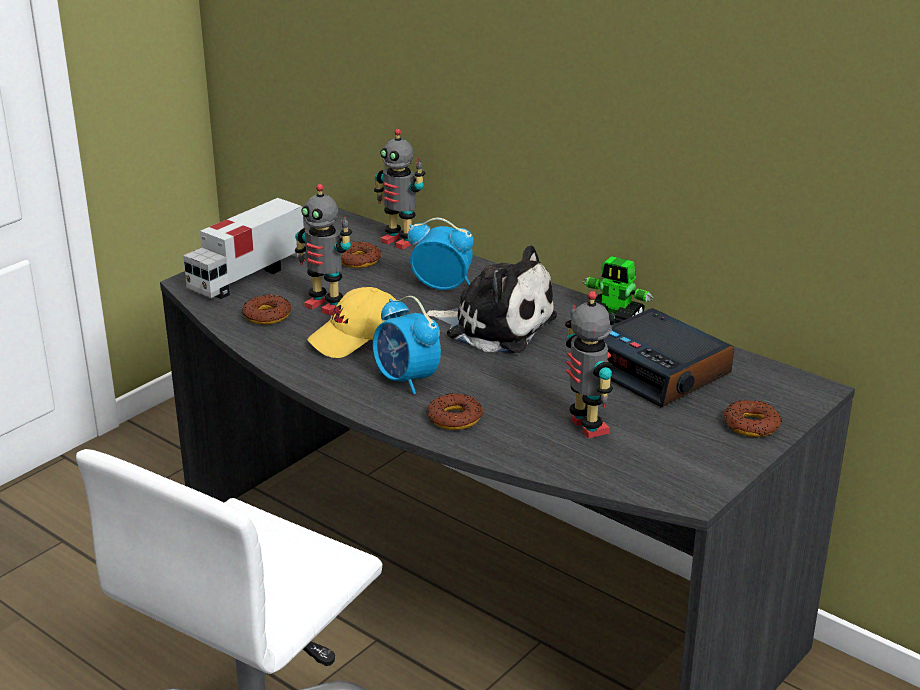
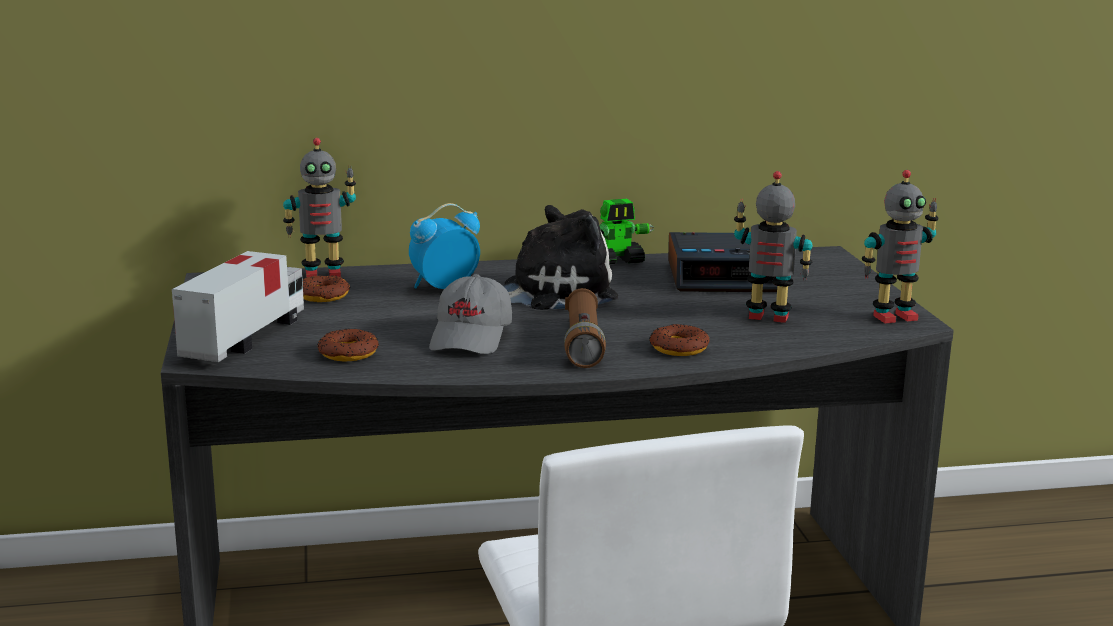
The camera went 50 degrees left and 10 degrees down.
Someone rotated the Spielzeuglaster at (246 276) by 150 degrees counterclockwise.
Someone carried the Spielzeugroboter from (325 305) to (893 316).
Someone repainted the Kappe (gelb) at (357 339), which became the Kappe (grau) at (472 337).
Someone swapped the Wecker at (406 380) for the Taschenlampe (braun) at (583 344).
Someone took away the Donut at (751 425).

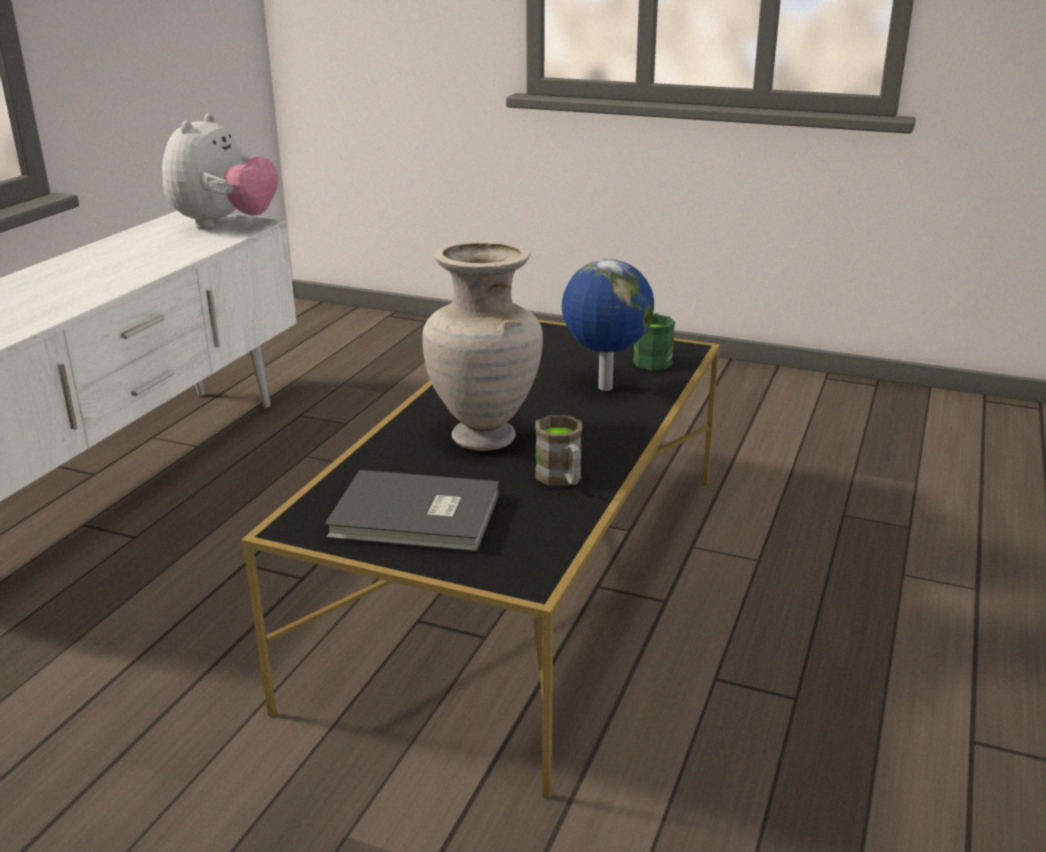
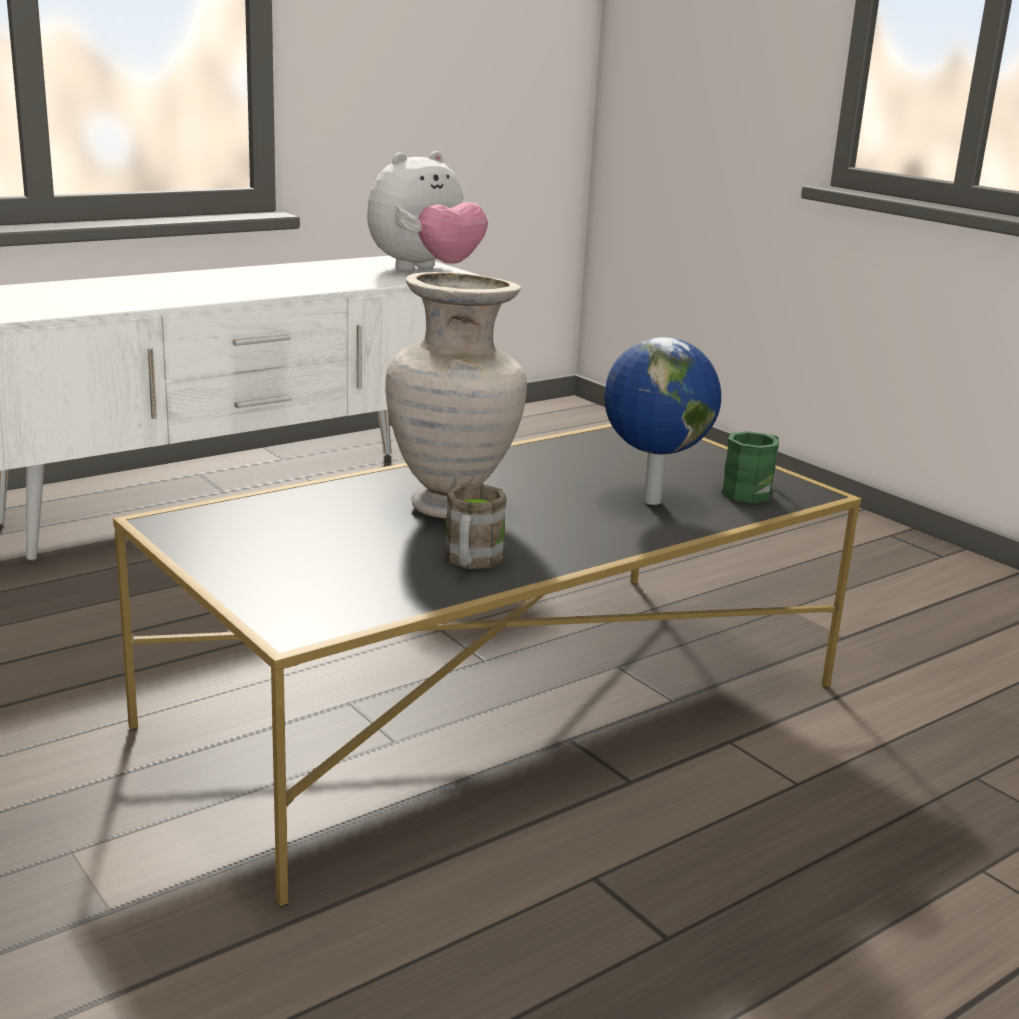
The camera went 30 degrees right and 5 degrees down.
Someone took away the Buch (grau) at (417 518).

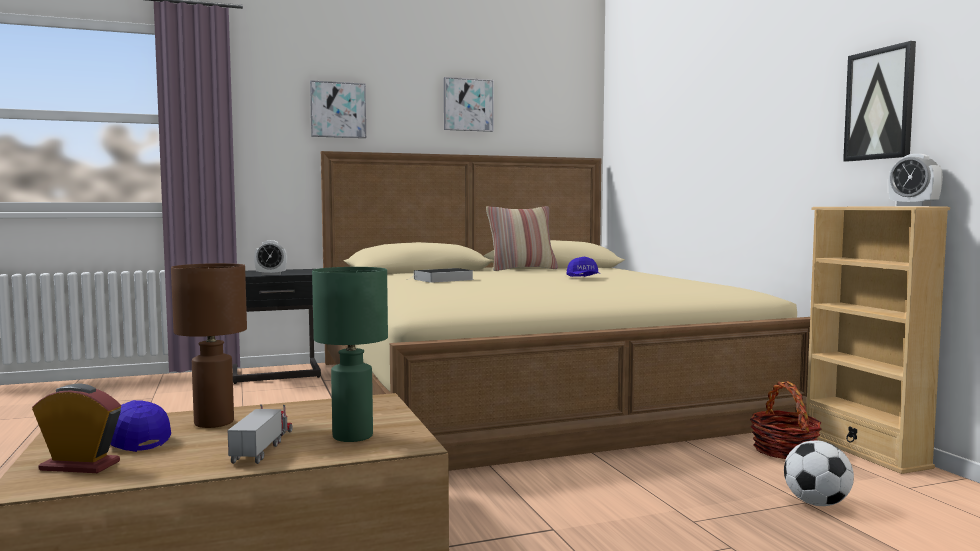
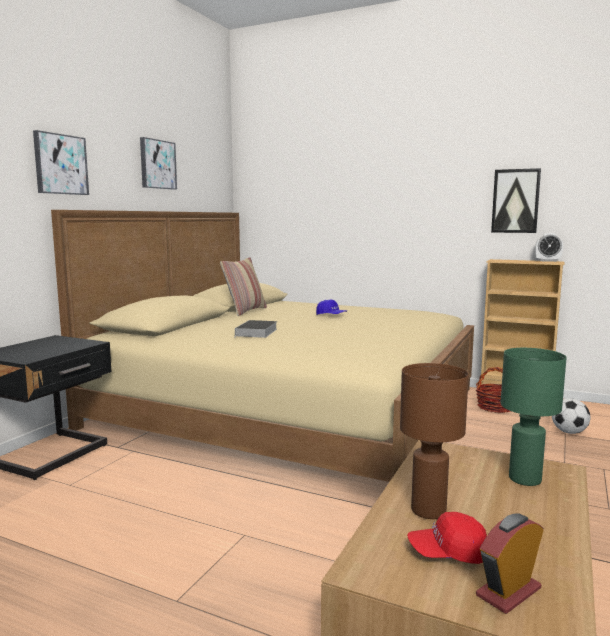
The camera went 45 degrees left and 5 degrees up.
Someone repainted the Kappe (blau) at (134 440), which became the Kappe (rot) at (447 553).
Someone took away the Spielzeuglaster at (264 446).
Someone took away the Wecker at (271 274).

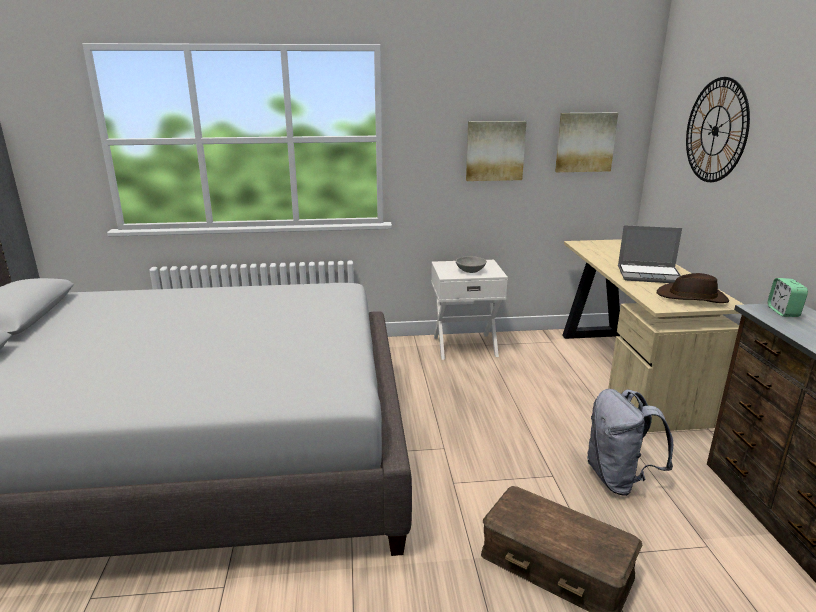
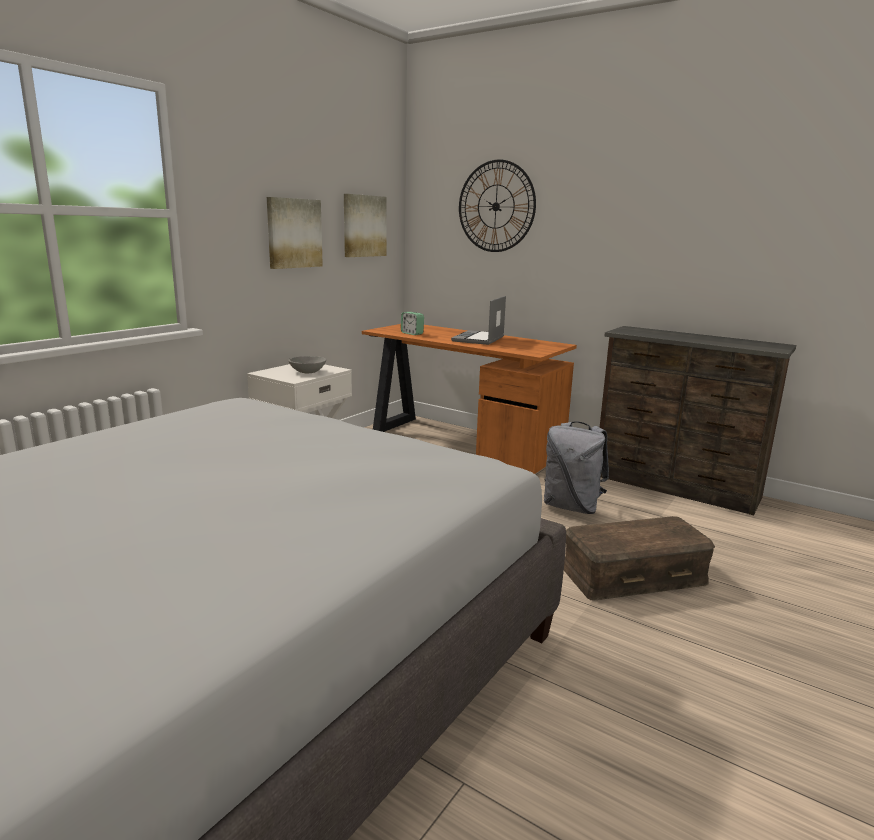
The camera went 50 degrees left and 5 degrees down.
Someone repainted the Schreibtisch (beige) at (627 372), which became the Schreibtisch (orange) at (461 441).
Someone rotated the Laptop at (650 275) by 150 degrees clockwise.
Someone took away the Hut (braun) at (692 297).
Someone carried the Wecker from (783 312) to (412 333).

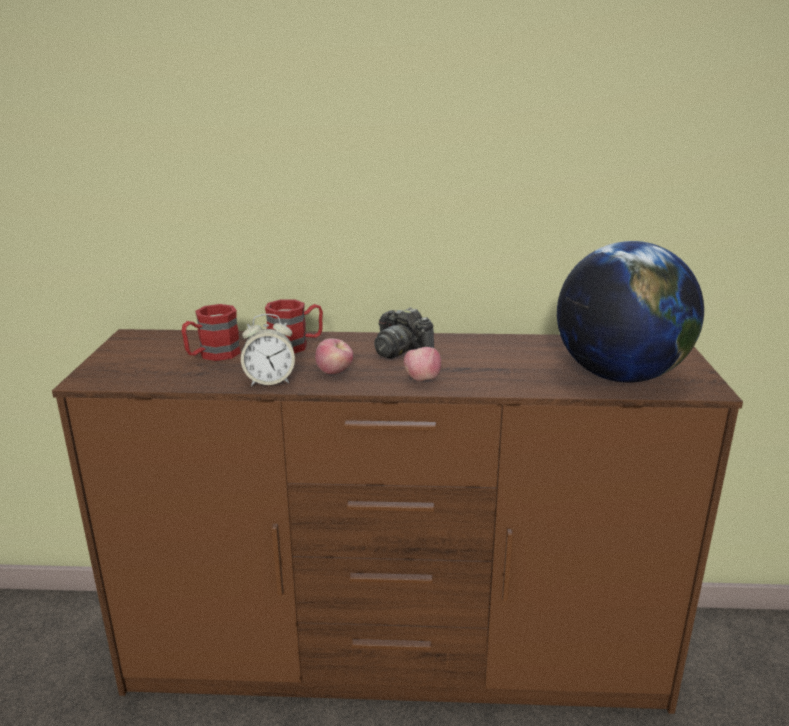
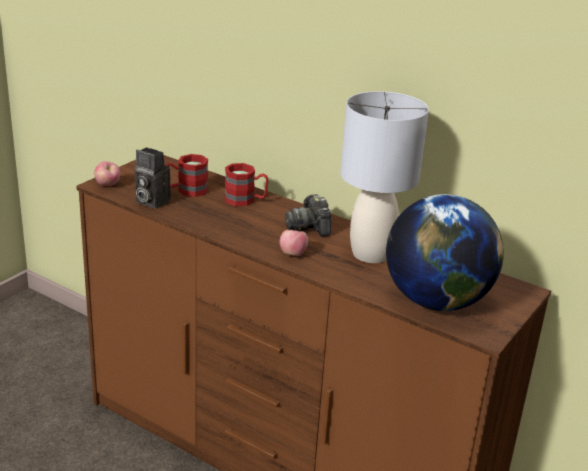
The camera went 30 degrees right and 5 degrees up.
Someone took away the Wecker at (270 381).
Someone carried the Apfel from (335 372) to (108 185).
Someone put down the Kamera at (150 201).
Someone put down the Tischlampe (grau) at (370 253).

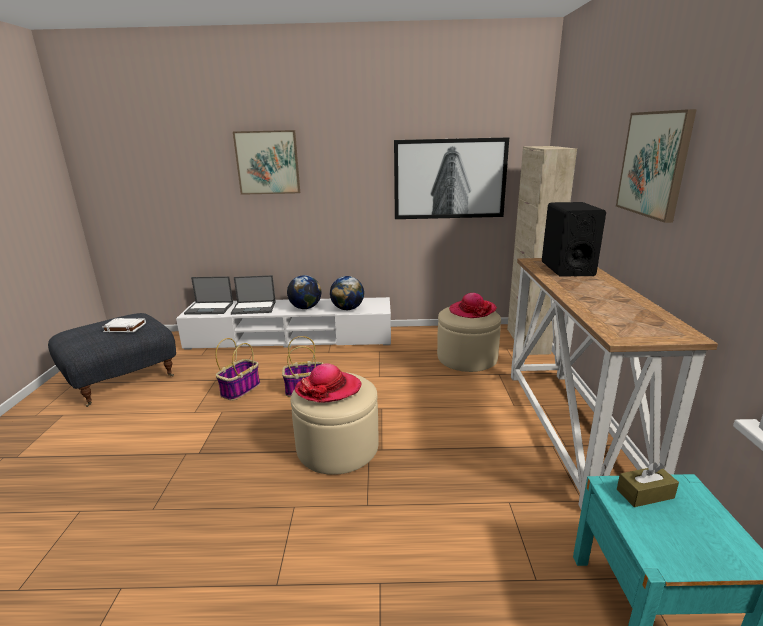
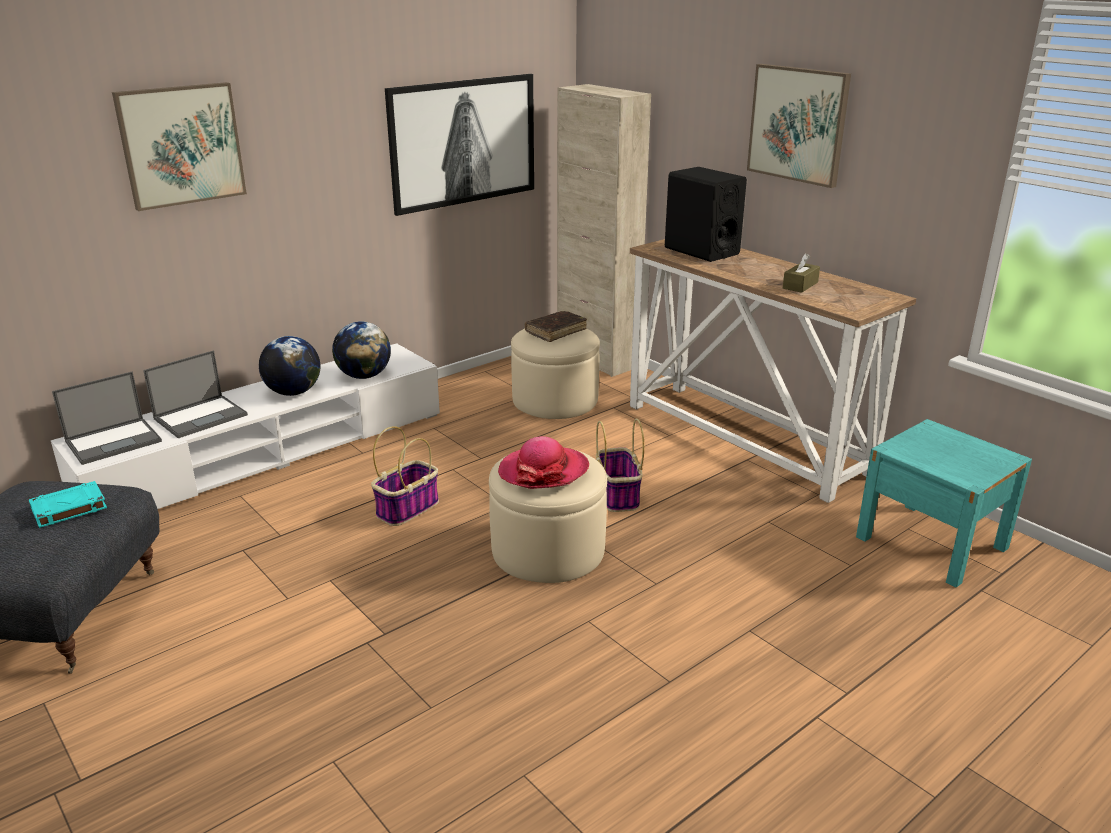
The camera went 40 degrees left and 5 degrees up.
Someone repainted the Buch (weiß) at (124 327), which became the Buch (türkis) at (68 509).
Someone carried the Korb from (240 389) to (617 495).
Someone swapped the Hut at (472 310) for the Buch (braun) at (556 331).
Someone carried the Taschentuchbox (braun) from (645 494) to (800 285).

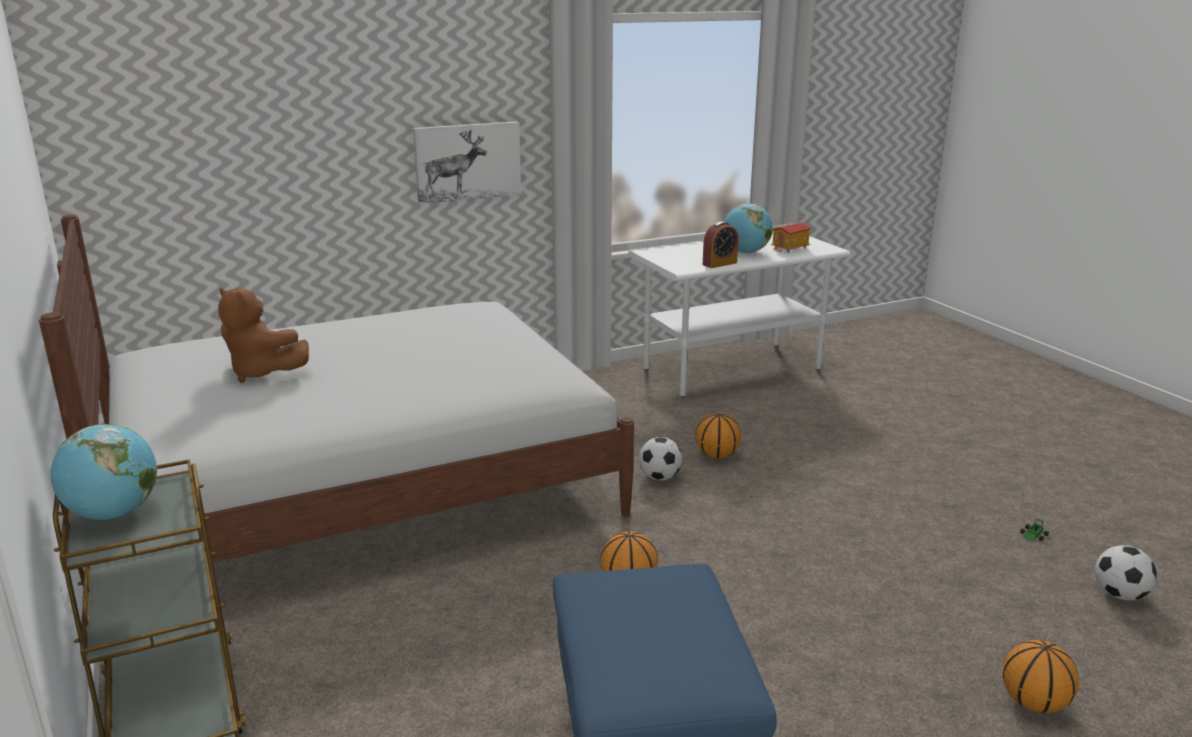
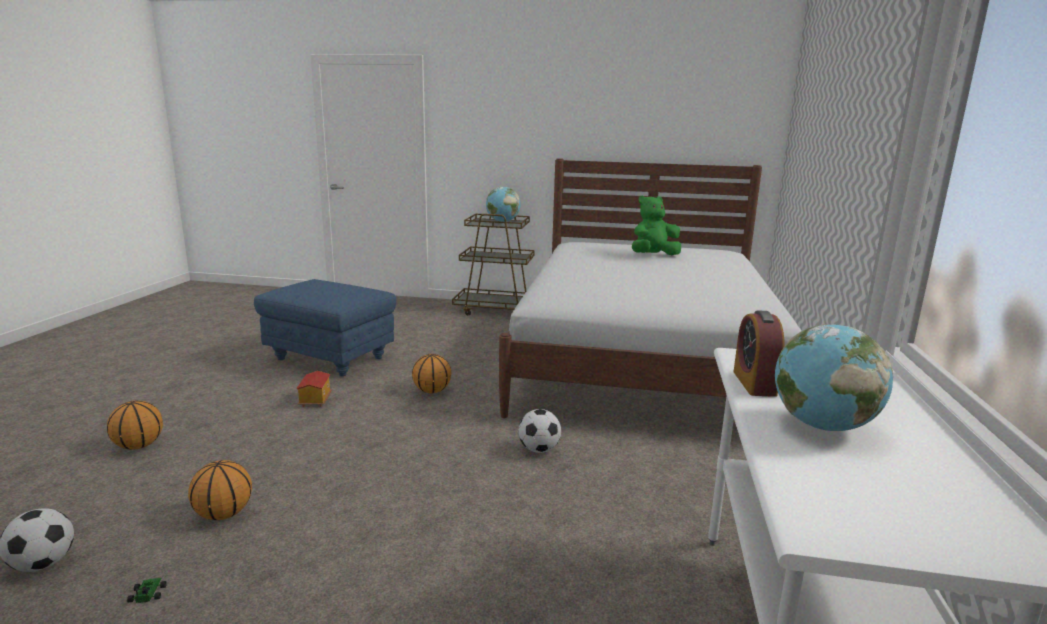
The camera went 125 degrees right and 5 degrees down.
Someone repainted the Plüschtier (braun) at (262 373), which became the Plüschtier (grün) at (653 256).
Someone took away the Bild at (467 161).
Someone carried the Basketball from (717 456) to (223 514).
Someone carried the Spielzeughaus from (790 248) to (314 400).

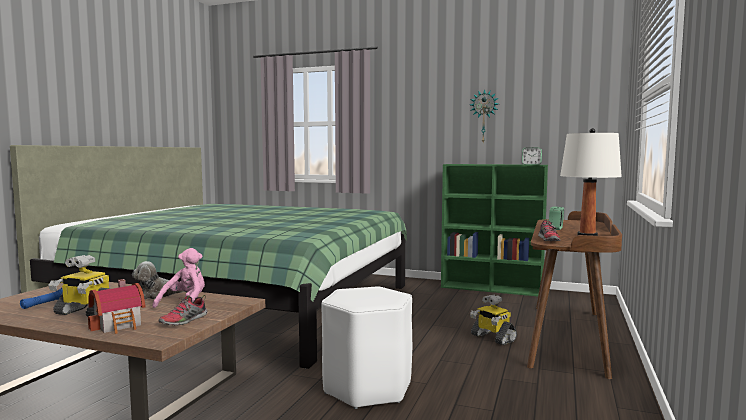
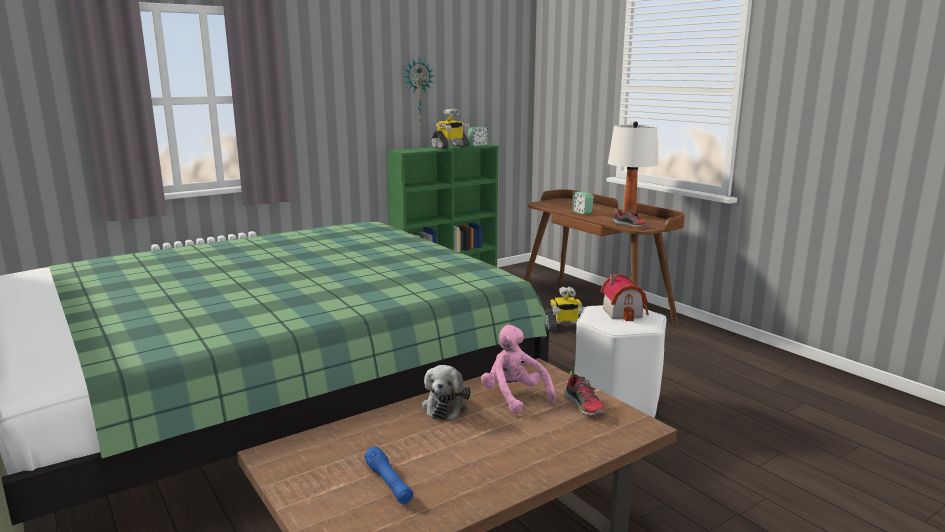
The camera went 55 degrees left and 10 degrees up.
Someone carried the Spielzeugroboter from (86 313) to (450 147).
Someone carried the Spielzeughaus from (120 325) to (624 312).

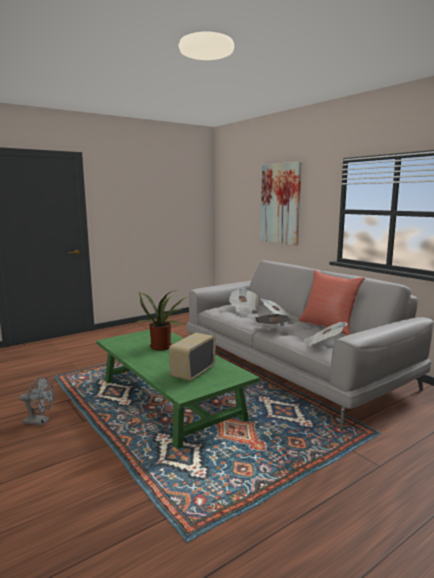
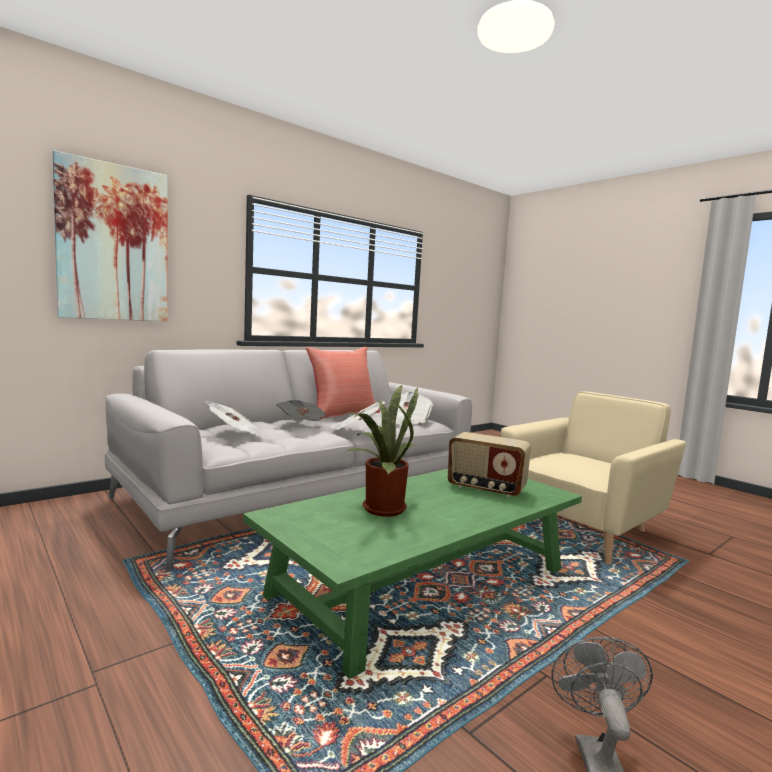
The camera went 95 degrees left and 5 degrees down.
Someone put down the Sessel (beige) at (582 528).

